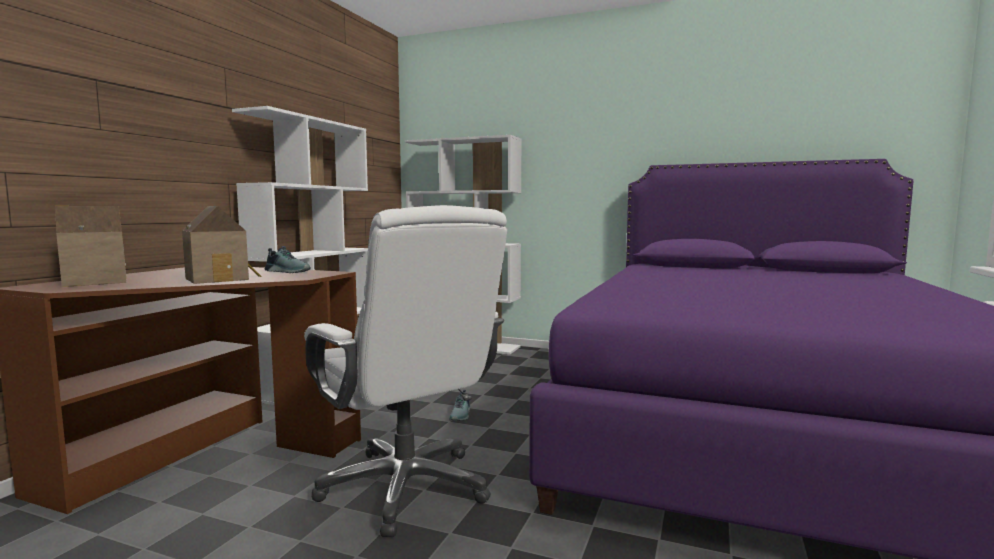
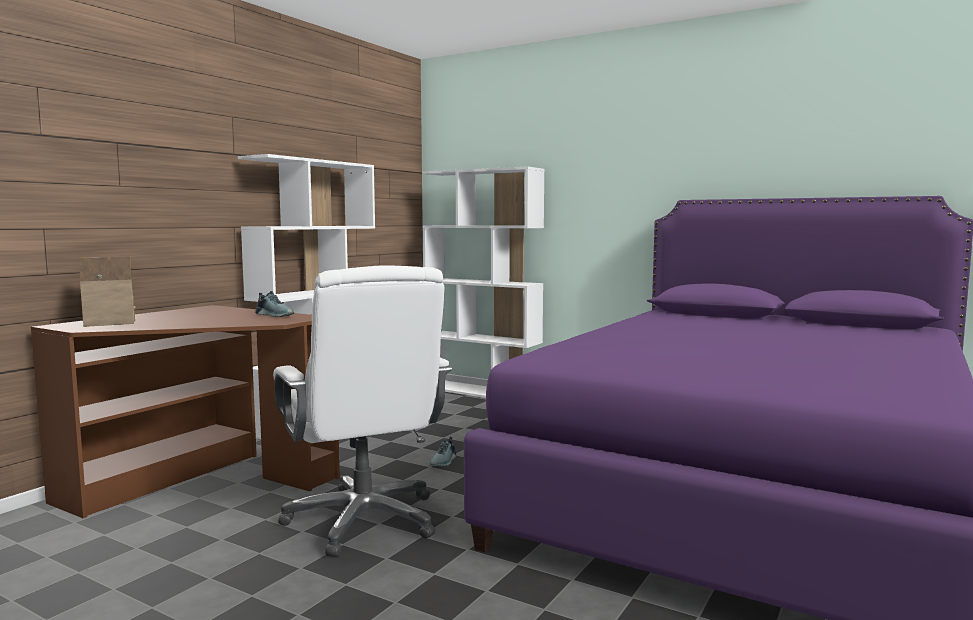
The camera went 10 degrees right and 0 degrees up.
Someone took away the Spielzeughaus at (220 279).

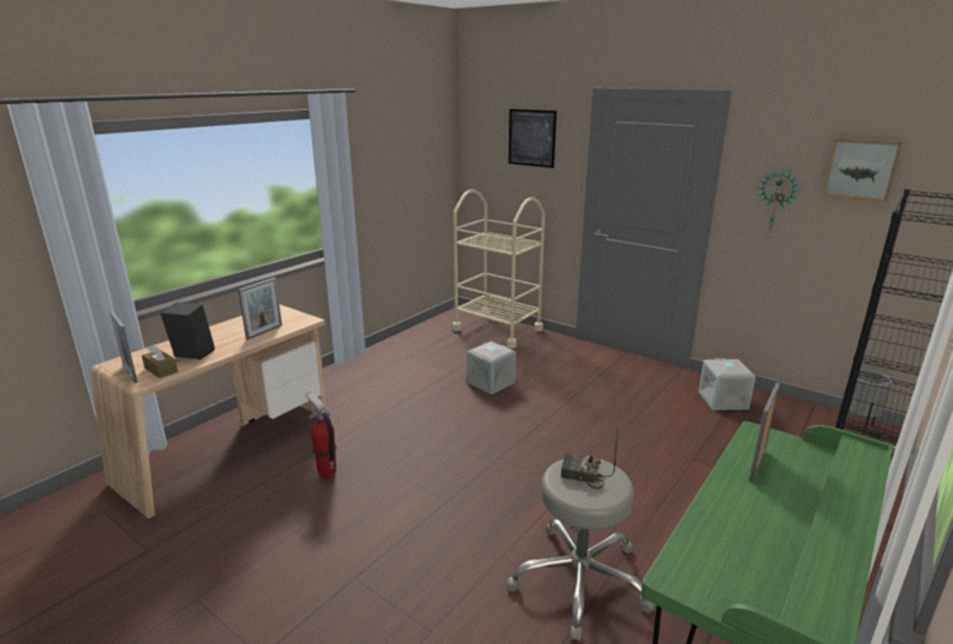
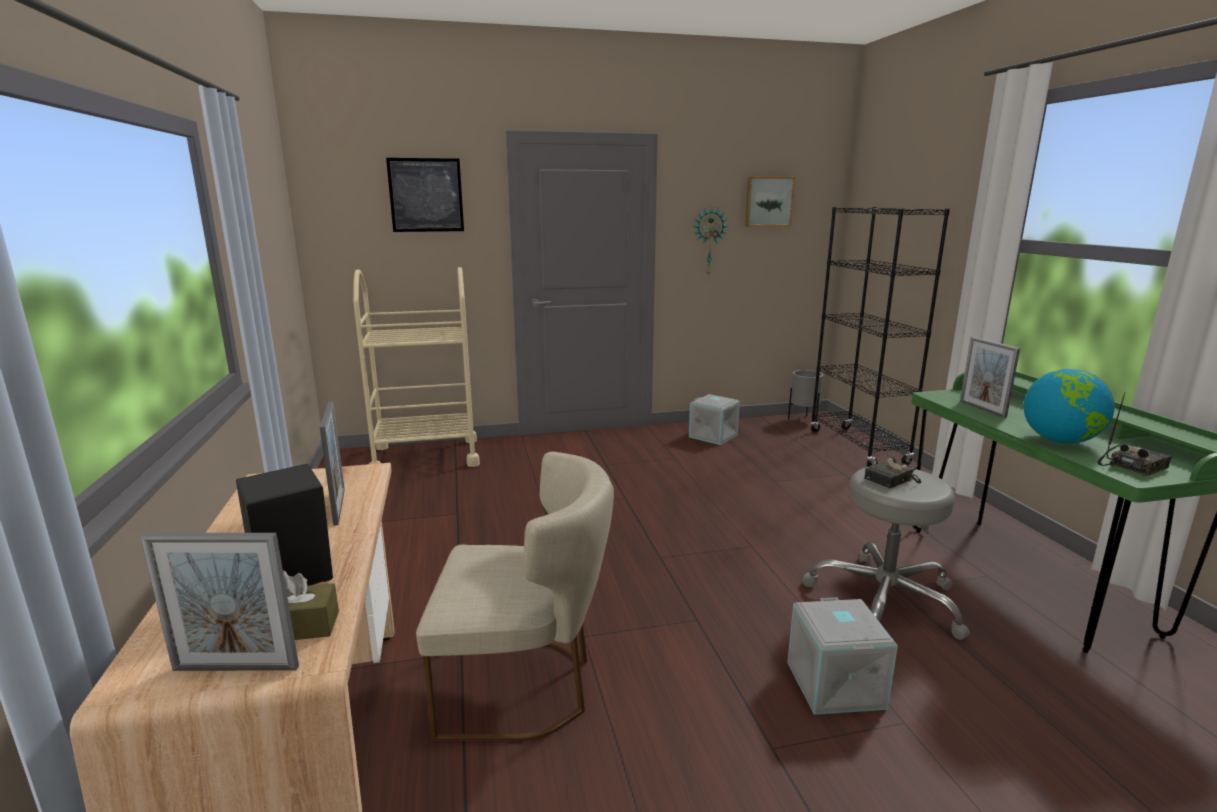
The camera went 50 degrees left and 5 degrees down.
Someone swapped the Feuerlöscher at (327 472) for the Stuhl (beige) at (525 686).
Someone carried the Aufbewahrungsbox (grau) from (490 382) to (833 684).
Someone put down the Globus at (1060 441).
Someone put down the Radio at (1131 466).

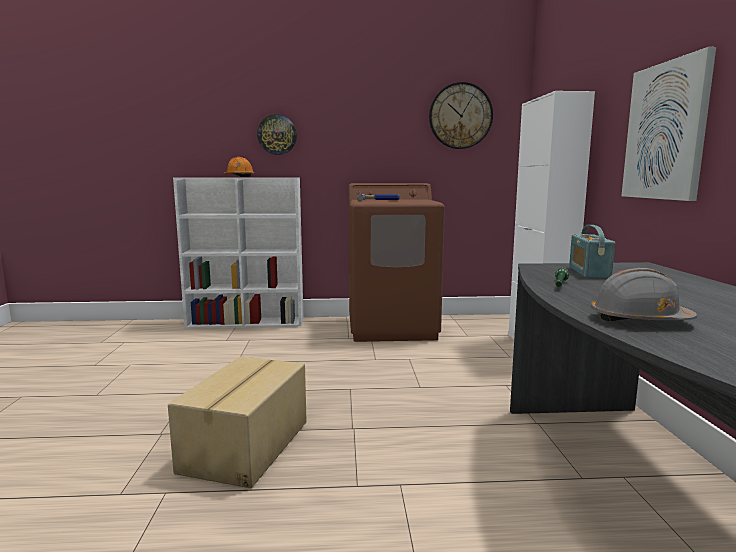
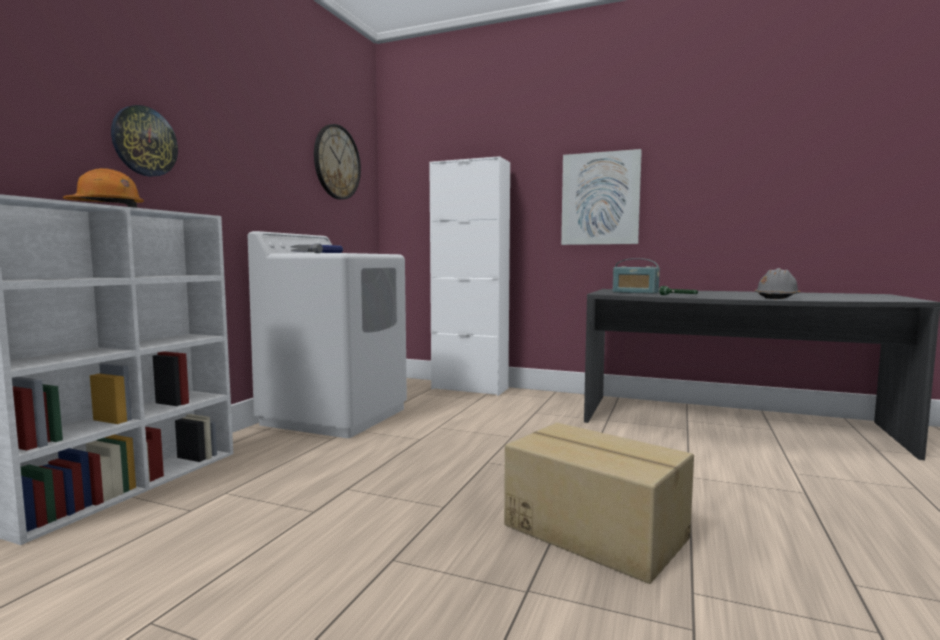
The camera went 65 degrees left and 5 degrees down.
Someone repainted the Waschmaschine (braun) at (392 327), which became the Waschmaschine (weiß) at (335 416).

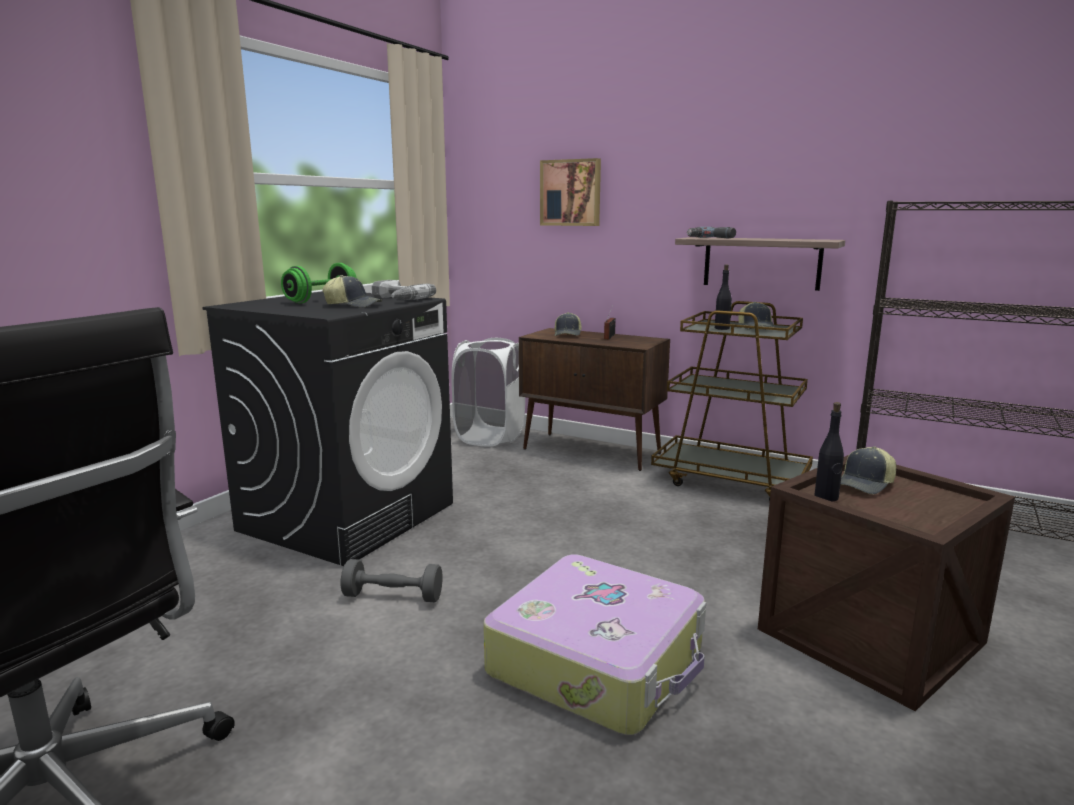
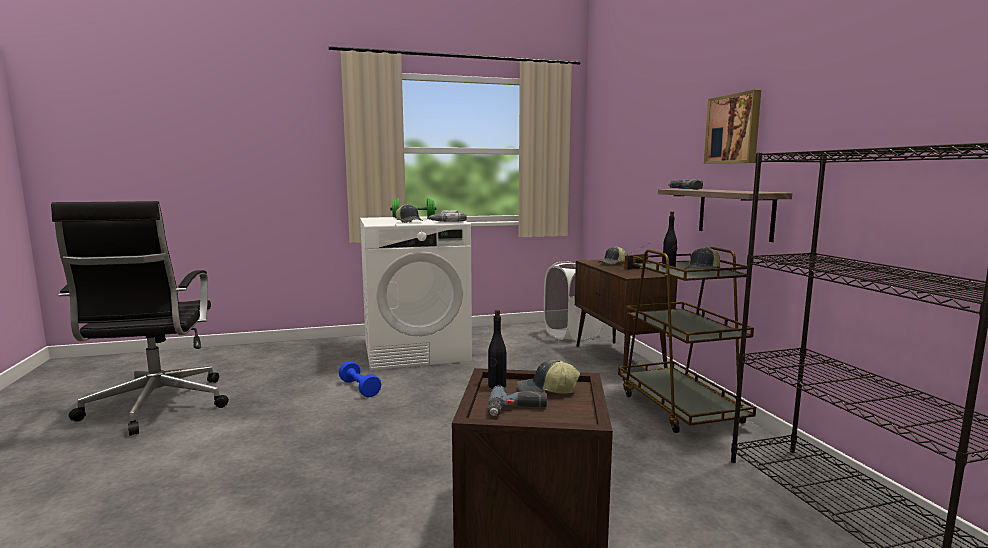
The camera went 45 degrees right and 5 degrees down.
Someone repainted the Waschmaschine (schwarz) at (348 516), which became the Waschmaschine (weiß) at (416 351).
Someone repainted the Hantel (grau) at (393 596), which became the Hantel (blau) at (359 388).
Someone took away the Koffer at (599 661).
Someone carried the Bild from (571 193) to (734 129).
Someone put down the Bohrmaschine at (517 410).

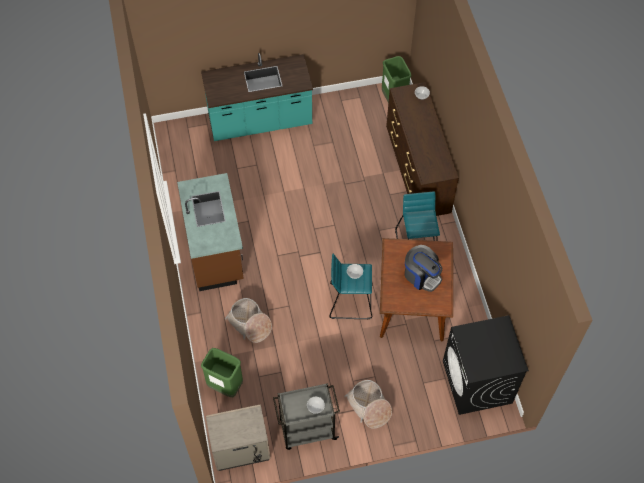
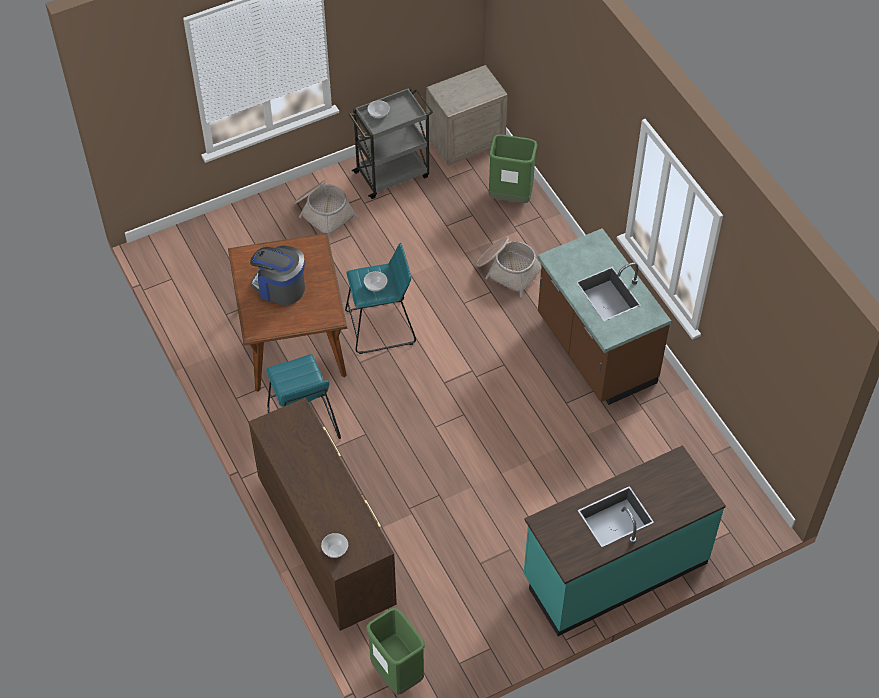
The camera went 165 degrees right and 5 degrees down.
Someone took away the Waschmaschine (schwarz) at (477 382).

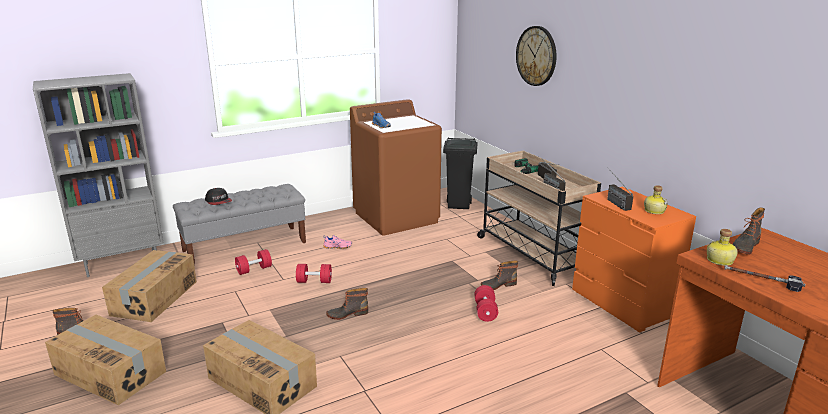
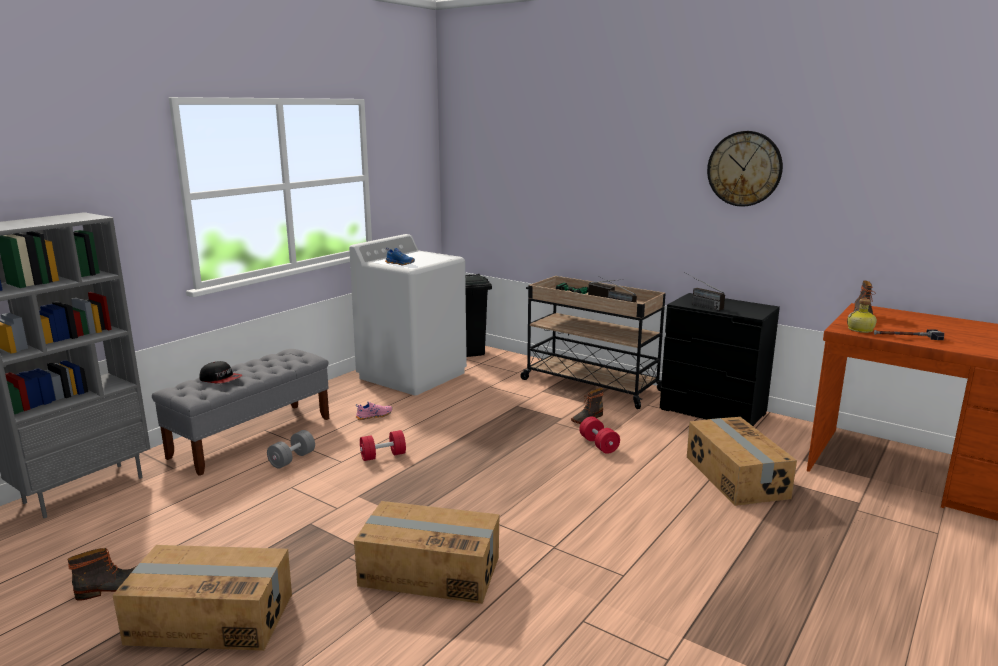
The camera went 25 degrees left and 5 degrees down.
Someone carried the Karton from (154 298) to (735 477).
Someone repainted the Hantel (rot) at (254 269), which became the Hantel (grau) at (292 459).
Someone took away the Stiefel at (347 314).
Someone repainted the Waschmaschine (braun) at (396 217), which became the Waschmaschine (weiß) at (413 375).
Someone carried the Wanduhr from (536 56) to (744 169).
Someone repainted the Kommode (orange) at (622 304), which became the Kommode (schwarz) at (713 412).
Someone took away the Flasche at (653 210).

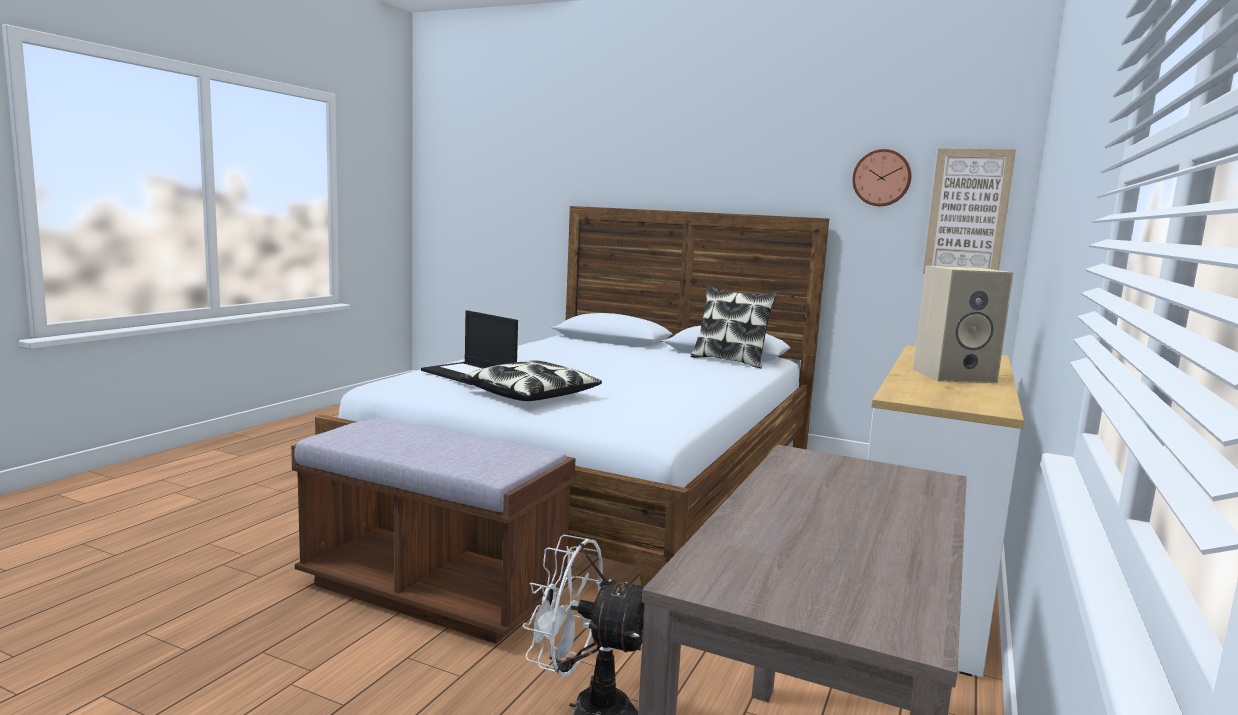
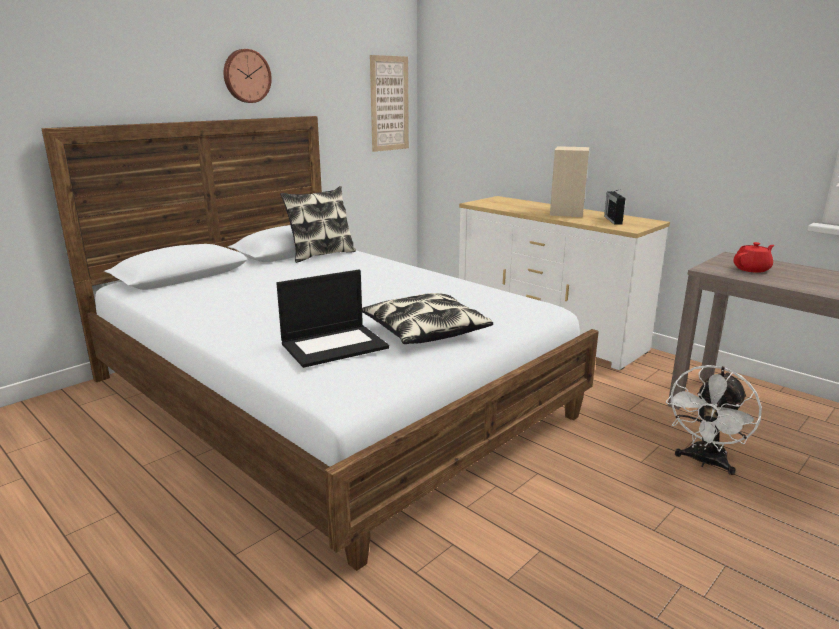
The camera went 70 degrees left and 10 degrees up.
Someone took away the Bank (braun) at (433 591).
Someone carried the Wanduhr from (882 178) to (246 76).
Someone put down the Radio at (613 220).
Someone put down the Teekanne (rot) at (752 269).

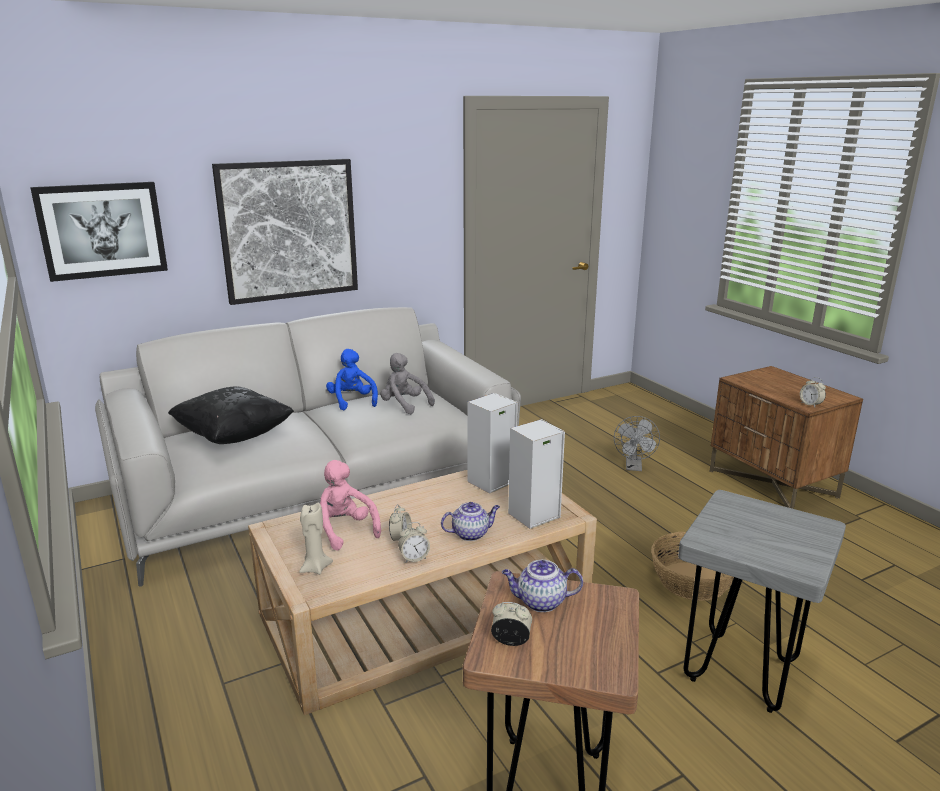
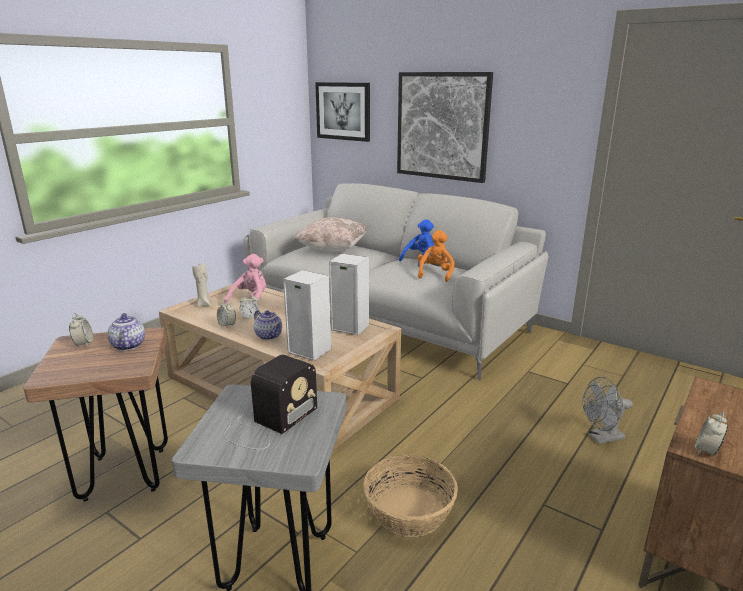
The camera went 65 degrees right and 0 degrees up.
Someone repainted the Kissen (schwarz) at (234 436), which became the Kissen (beige) at (333 249).
Someone repainted the Plüschtier (grau) at (404 405), which became the Plüschtier (orange) at (435 274).
Someone put down the Radio at (269 423).

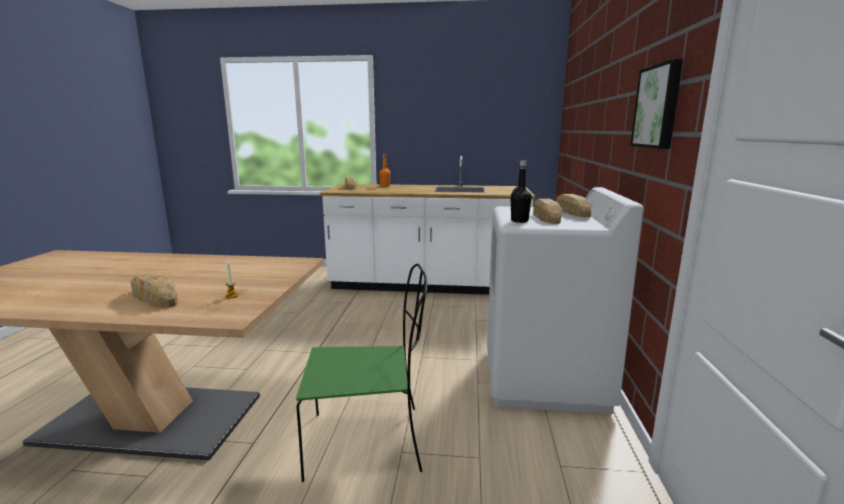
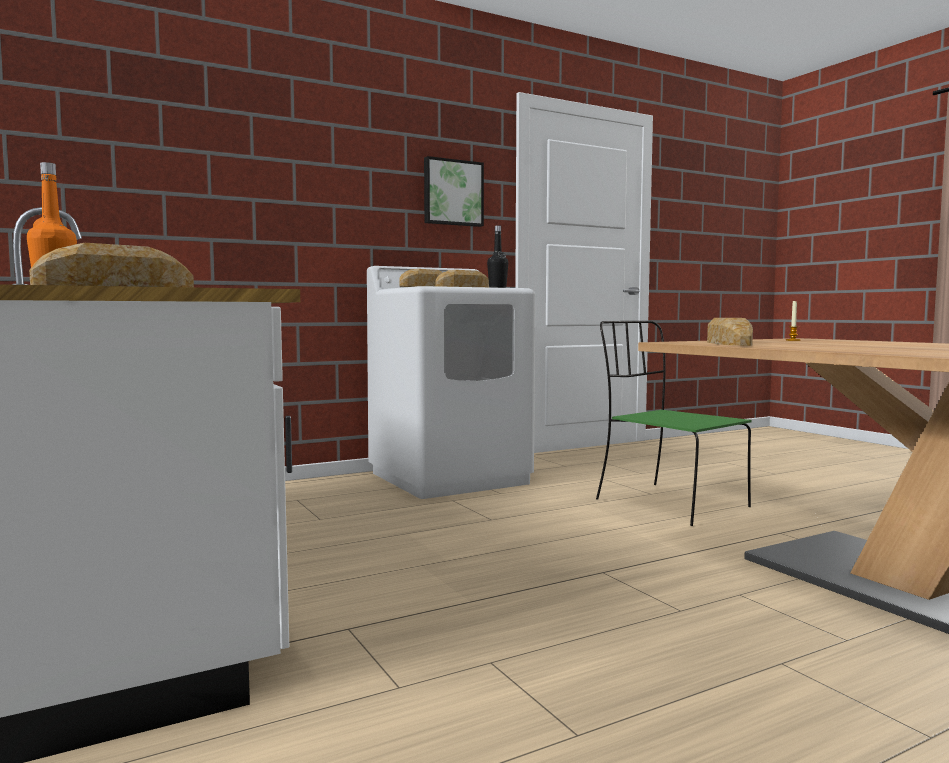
The camera went 125 degrees left and 10 degrees down.
Someone carried the Brot from (154 297) to (729 343).

